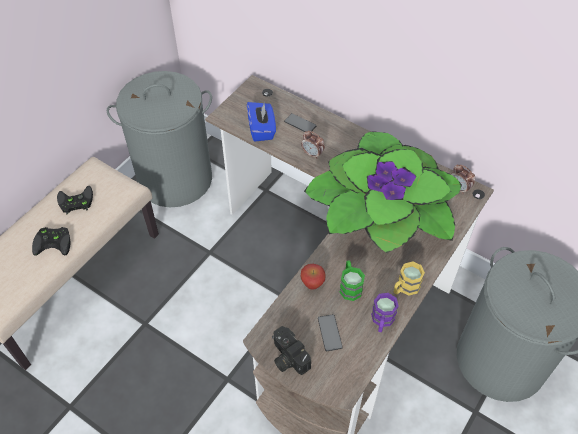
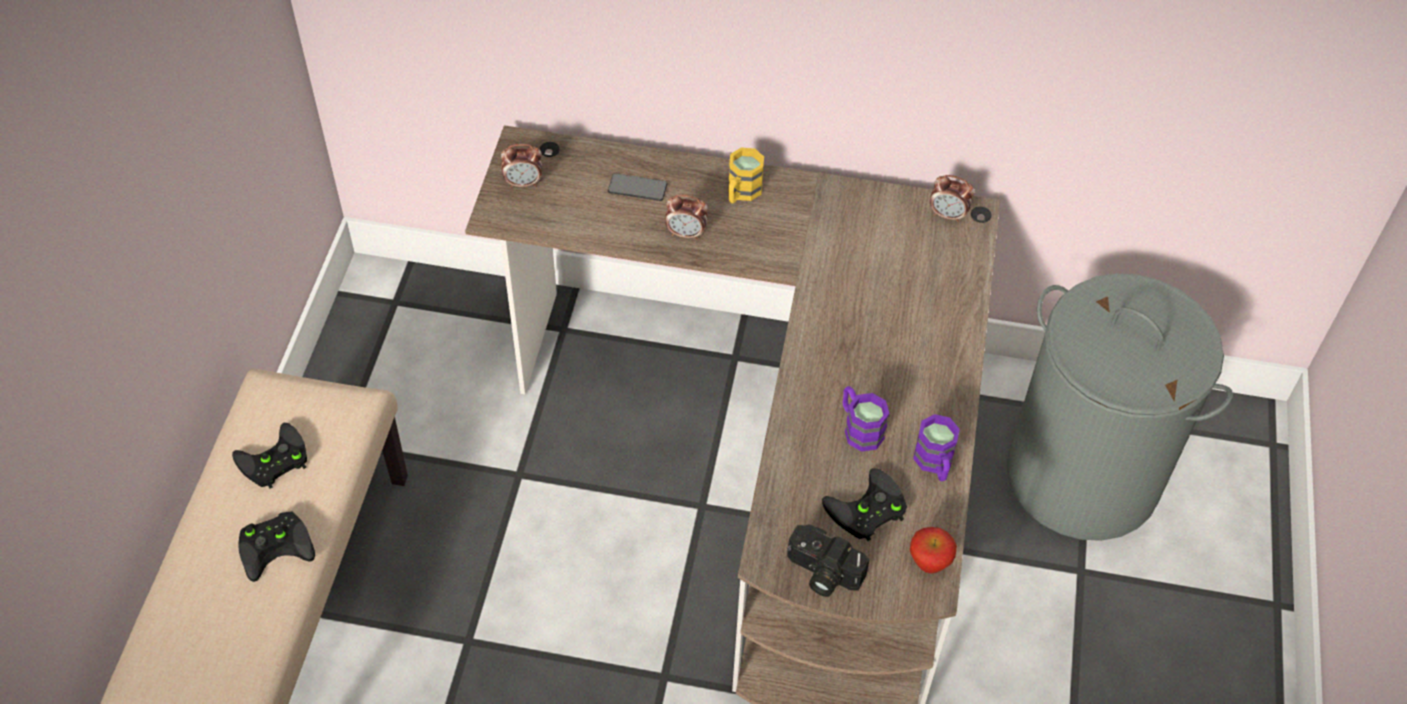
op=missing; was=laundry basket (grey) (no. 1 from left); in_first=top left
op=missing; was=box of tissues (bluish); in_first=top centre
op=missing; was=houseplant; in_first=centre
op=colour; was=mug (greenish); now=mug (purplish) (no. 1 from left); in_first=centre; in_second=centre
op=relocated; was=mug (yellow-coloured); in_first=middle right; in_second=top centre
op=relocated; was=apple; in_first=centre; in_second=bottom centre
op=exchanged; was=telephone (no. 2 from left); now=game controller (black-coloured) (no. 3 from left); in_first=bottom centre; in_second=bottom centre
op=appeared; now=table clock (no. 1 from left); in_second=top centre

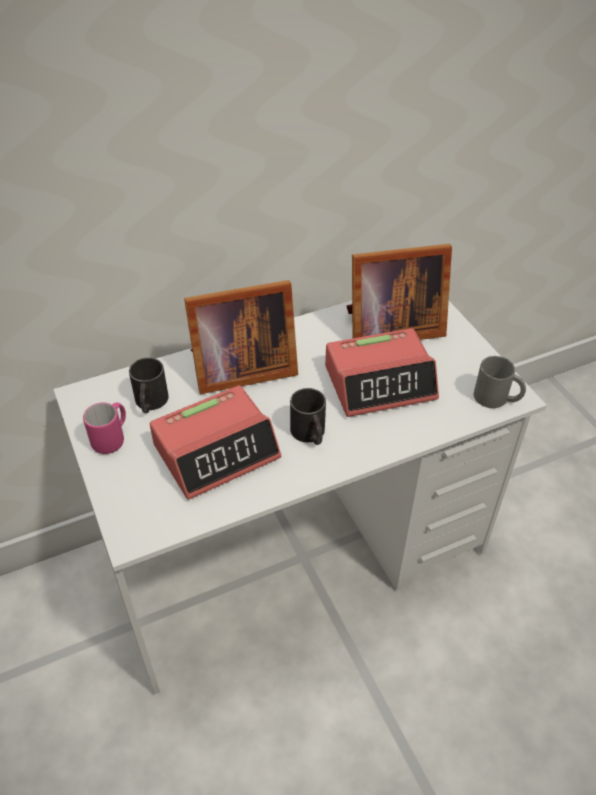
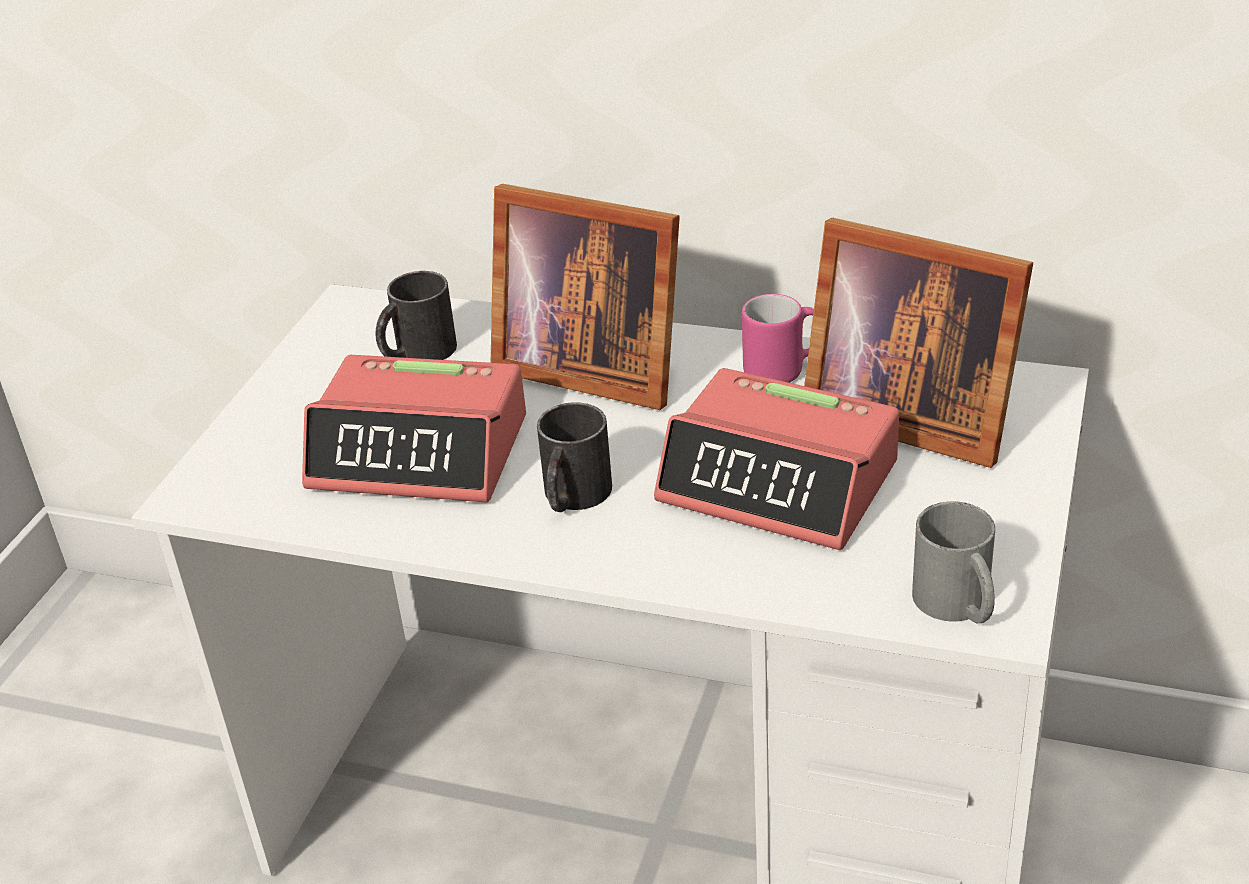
op=relocated; was=mug (pink); in_first=middle left; in_second=centre

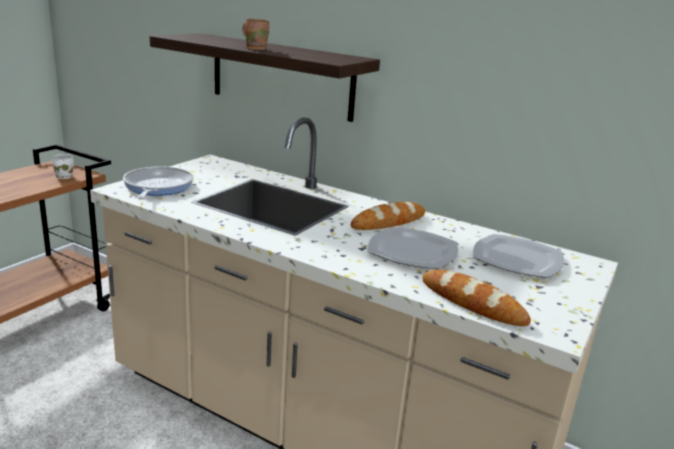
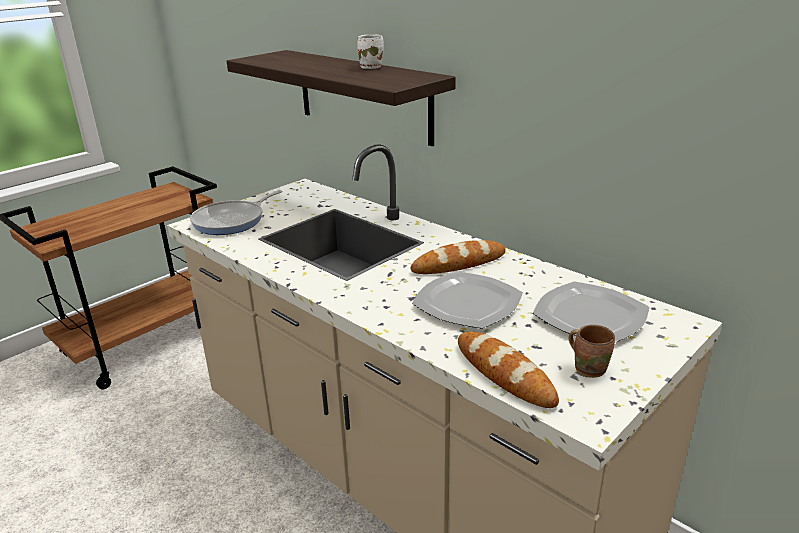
op=relocated; was=mug (brownish); in_first=top centre; in_second=middle right
op=relocated; was=mug (whitish); in_first=middle left; in_second=top centre
op=spun; was=frying pan; in_first=middle left; in_second=middle left; clockwise=-150

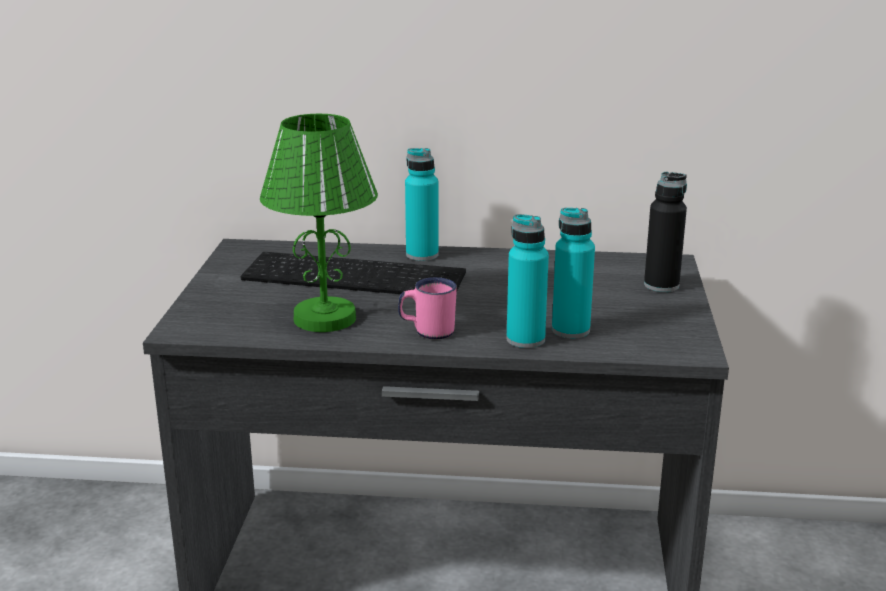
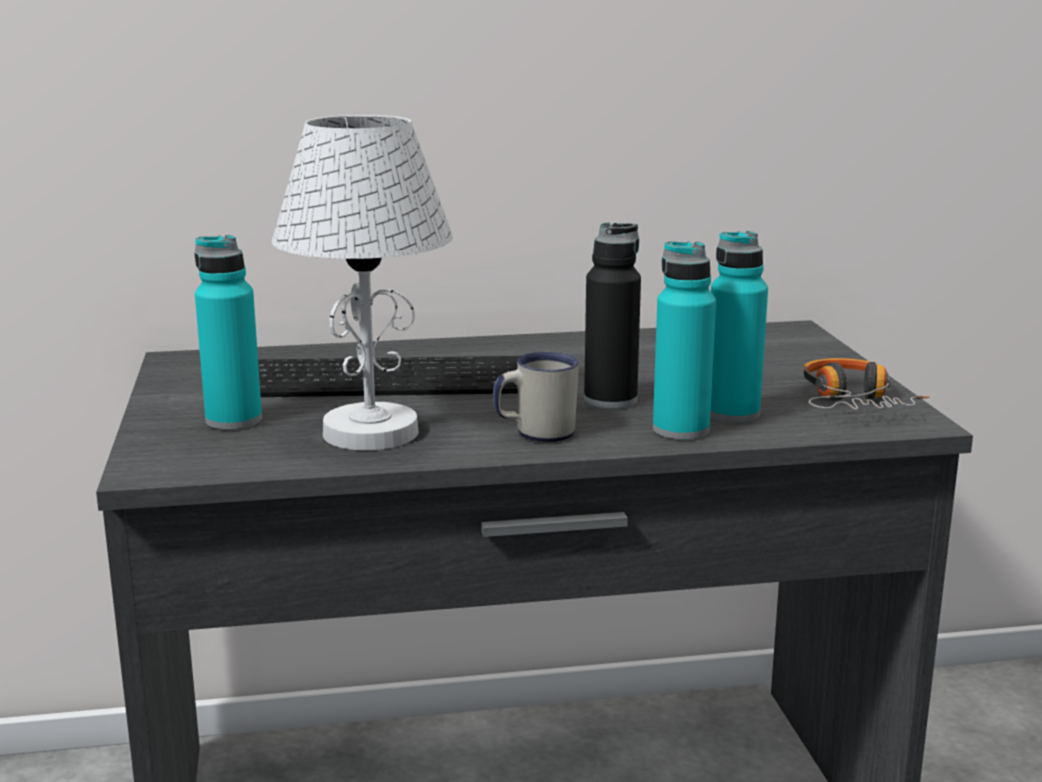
op=colour; was=lamp for a table (greenish); now=lamp for a table (whitish); in_first=centre; in_second=centre
op=relocated; was=beverage bottle (turquoise-coloured) (no. 1 from left); in_first=centre; in_second=middle left
op=relocated; was=beverage bottle (black-coloured); in_first=middle right; in_second=centre
op=colour; was=mug (pink); now=mug (whitish); in_first=centre; in_second=centre
op=appeared; now=headset; in_second=middle right

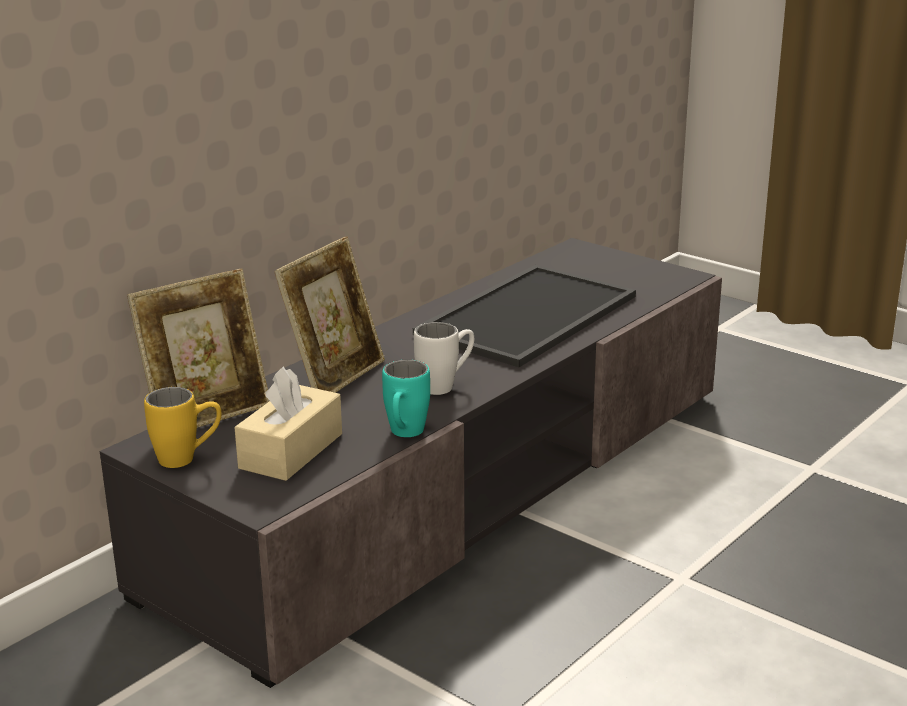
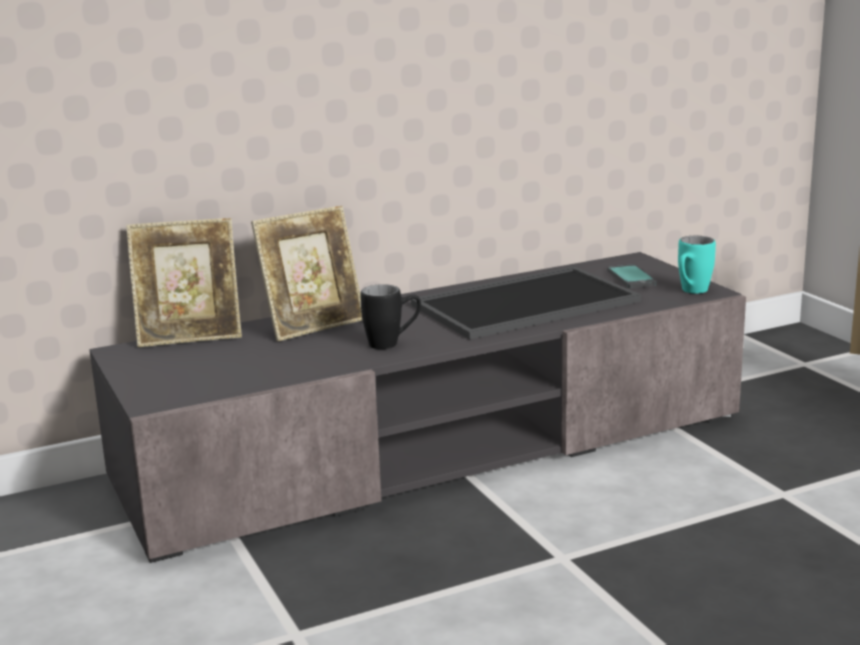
op=colour; was=mug (whitish); now=mug (black-coloured); in_first=centre; in_second=centre
op=relocated; was=mug (turquoise-coloured); in_first=centre; in_second=middle right
op=missing; was=box of tissues (beige); in_first=middle left
op=missing; was=mug (yellow-coloured); in_first=middle left
op=appeared; now=telephone; in_second=middle right

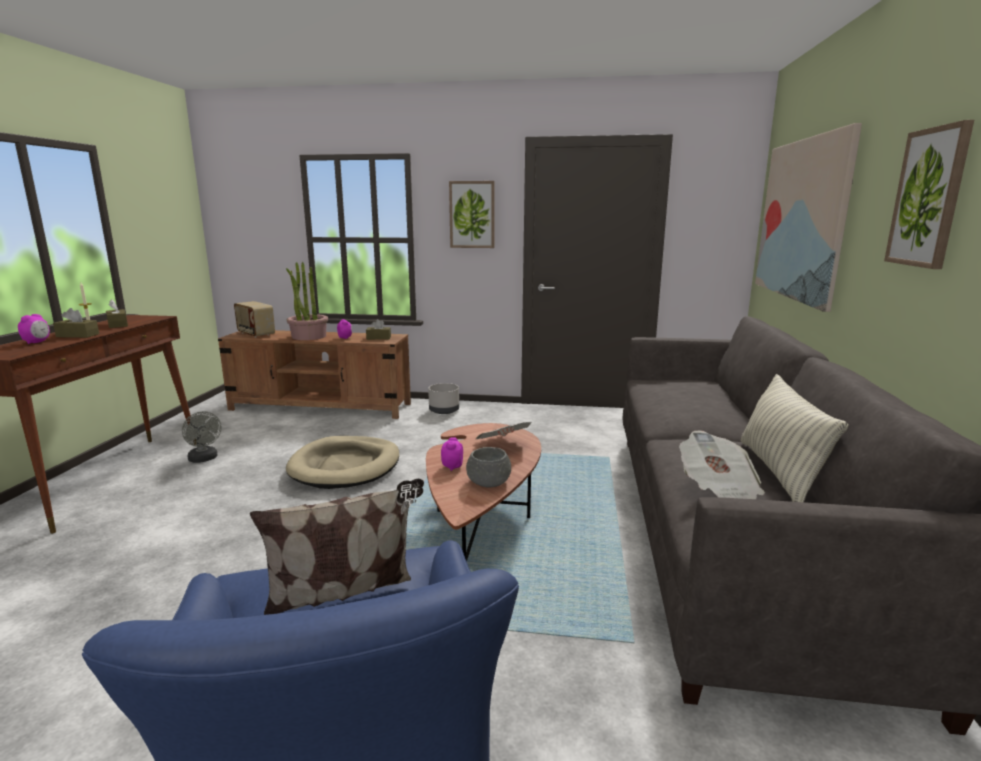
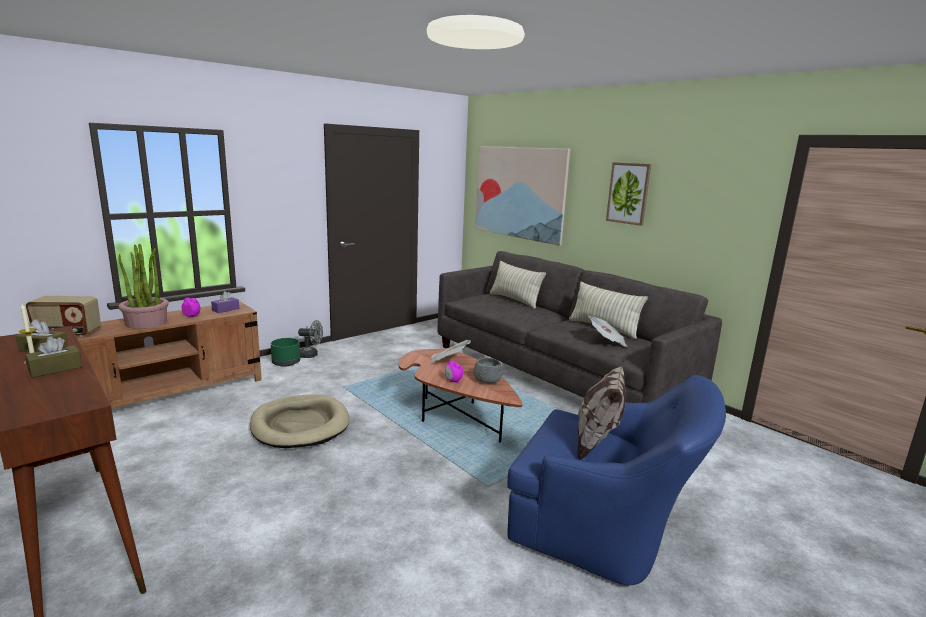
op=missing; was=wall picture (no. 1 from left); in_first=top centre
op=missing; was=table clock (no. 1 from left); in_first=middle left
op=colour; was=box of tissues (brownish) (no. 3 from left); now=box of tissues (purplish); in_first=centre; in_second=middle left
op=colour; was=flower pot (grey); now=flower pot (greenish); in_first=centre; in_second=middle left
op=relocated; was=cooling fan (grey); in_first=middle left; in_second=centre
op=appeared; now=pillow (no. 1 from left); in_second=centre

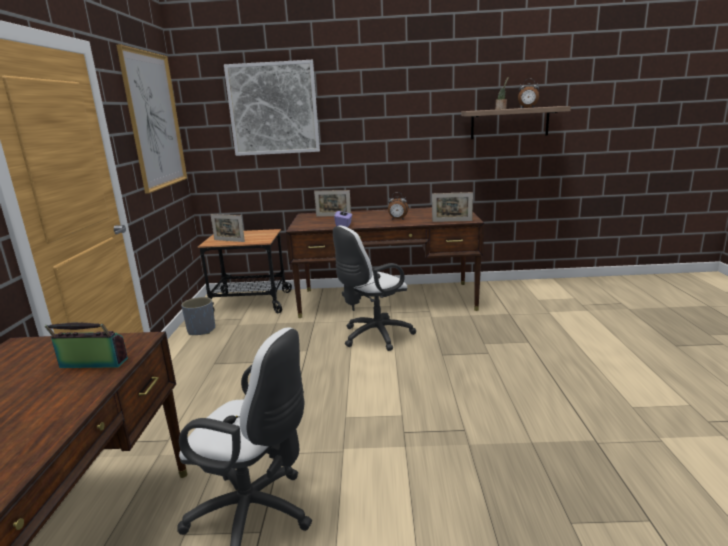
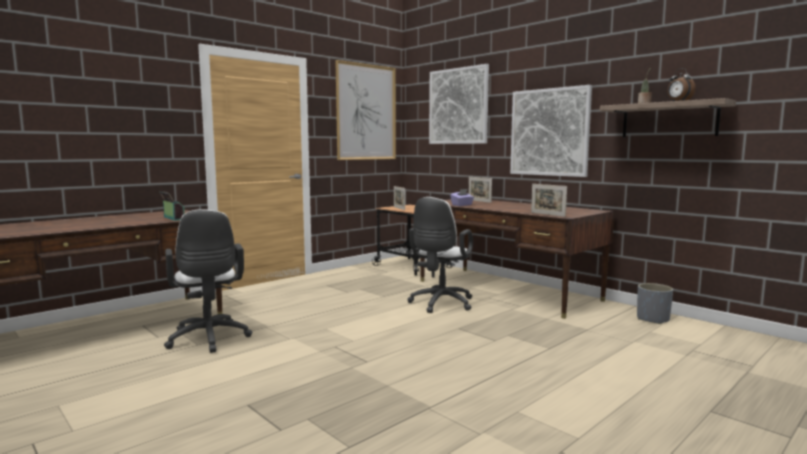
op=missing; was=table clock (no. 1 from left); in_first=centre
op=spun; was=desk chair (whitish) (no. 2 from left); in_first=centre; in_second=centre; clockwise=-75
op=relocated; was=flower pot (grey); in_first=middle left; in_second=bottom right
op=appeared; now=wall picture (no. 3 from left); in_second=top right

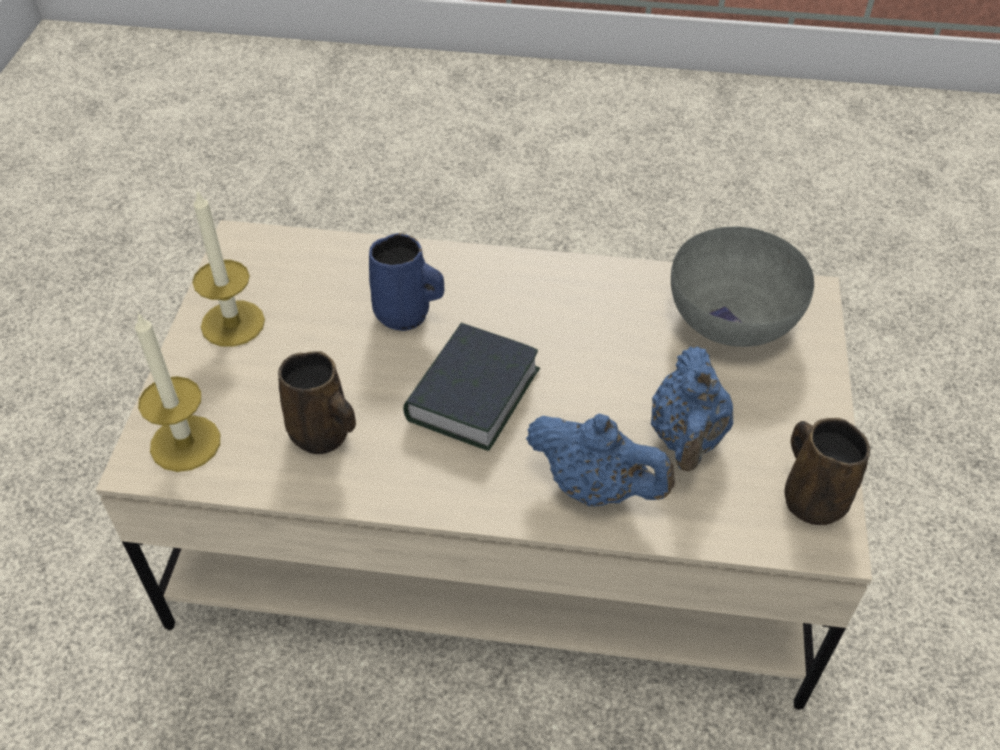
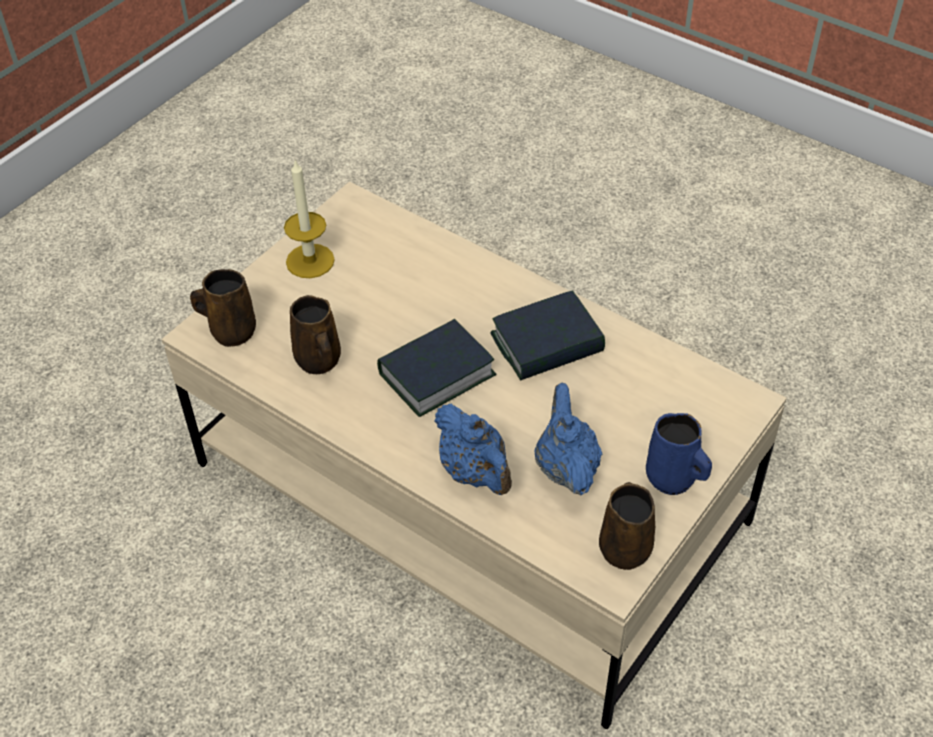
op=missing; was=serving bowl (grey); in_first=middle right
op=relocated; was=mug (bluish); in_first=centre; in_second=middle right
op=exchanged; was=wax light (no. 1 from left); now=mug (brownish) (no. 1 from left); in_first=middle left; in_second=middle left
op=spun; was=pot for tea (bluish) (no. 2 from left); in_first=middle right; in_second=centre; clockwise=135
op=appeared; now=bound book (no. 2 from left); in_second=centre

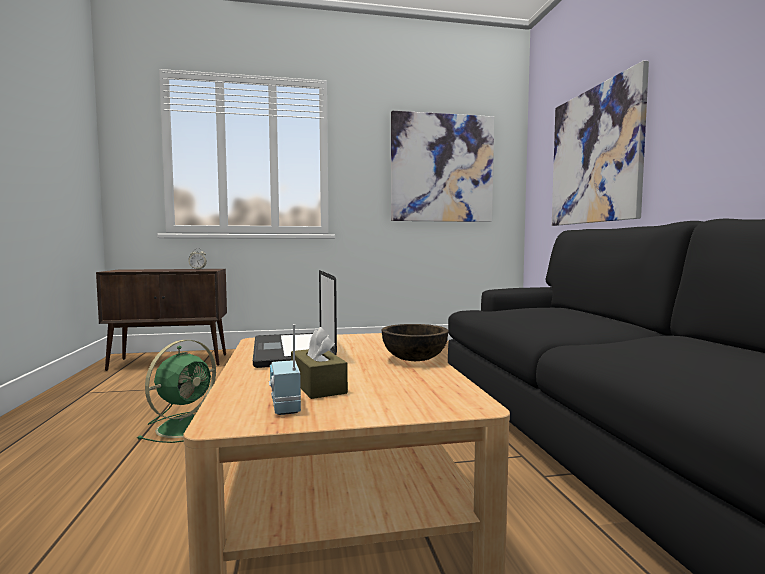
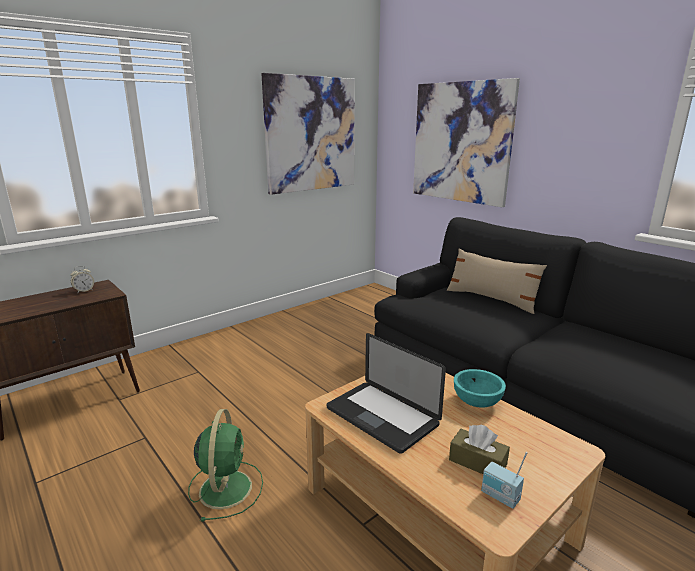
op=colour; was=serving bowl (brownish); now=serving bowl (turquoise-coloured); in_first=centre; in_second=bottom right
op=appeared; now=pillow (beige); in_second=middle right

